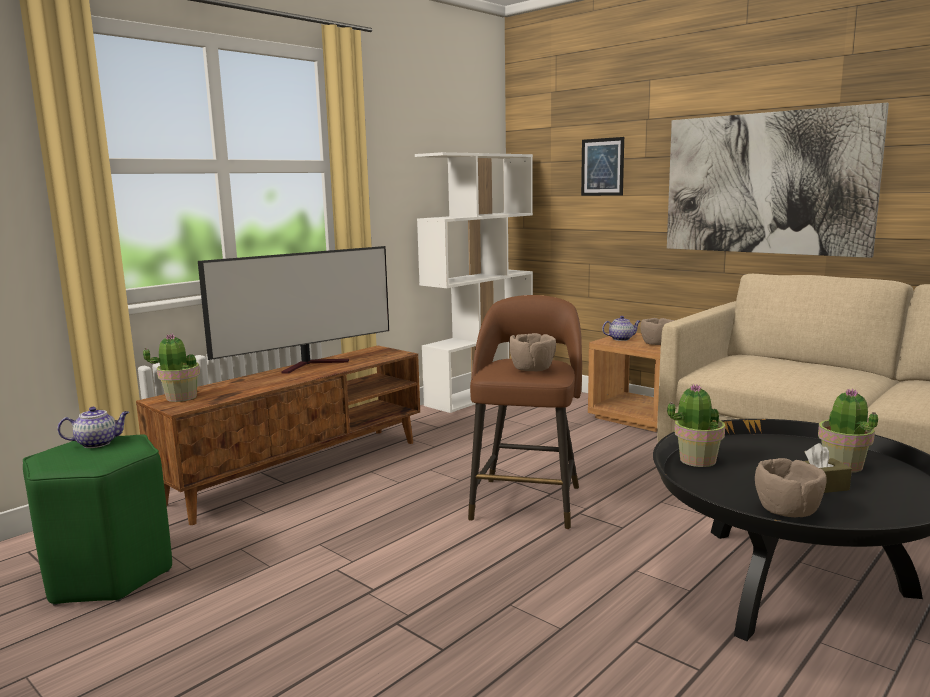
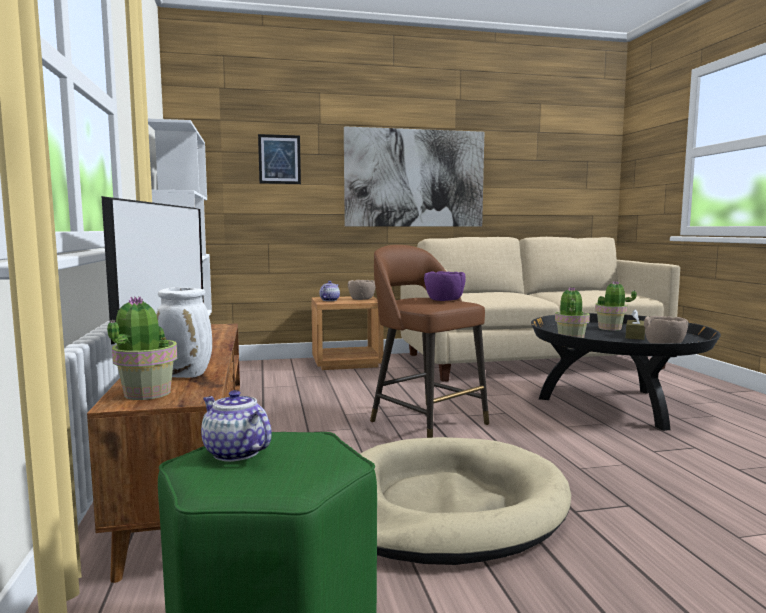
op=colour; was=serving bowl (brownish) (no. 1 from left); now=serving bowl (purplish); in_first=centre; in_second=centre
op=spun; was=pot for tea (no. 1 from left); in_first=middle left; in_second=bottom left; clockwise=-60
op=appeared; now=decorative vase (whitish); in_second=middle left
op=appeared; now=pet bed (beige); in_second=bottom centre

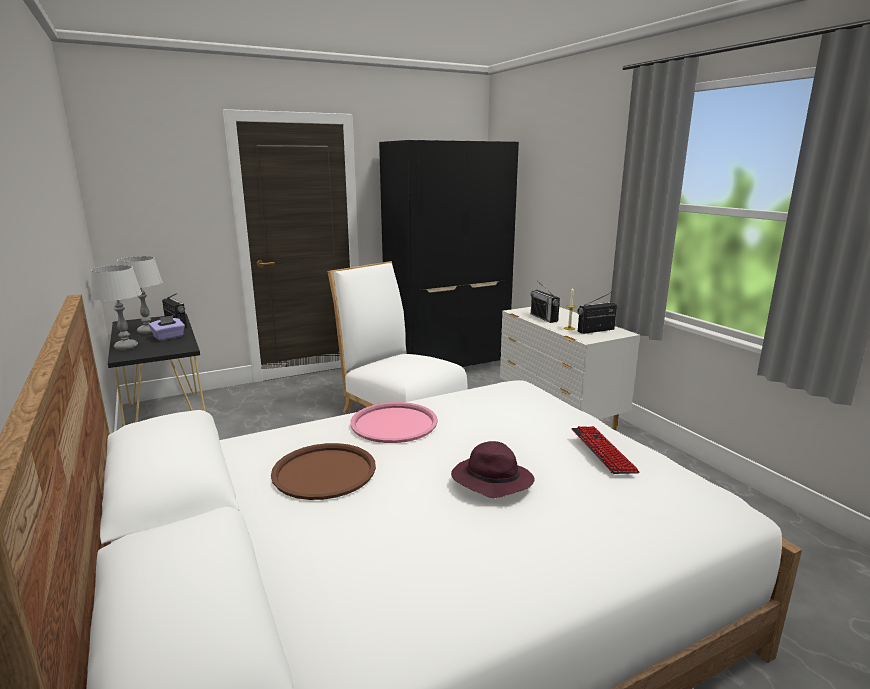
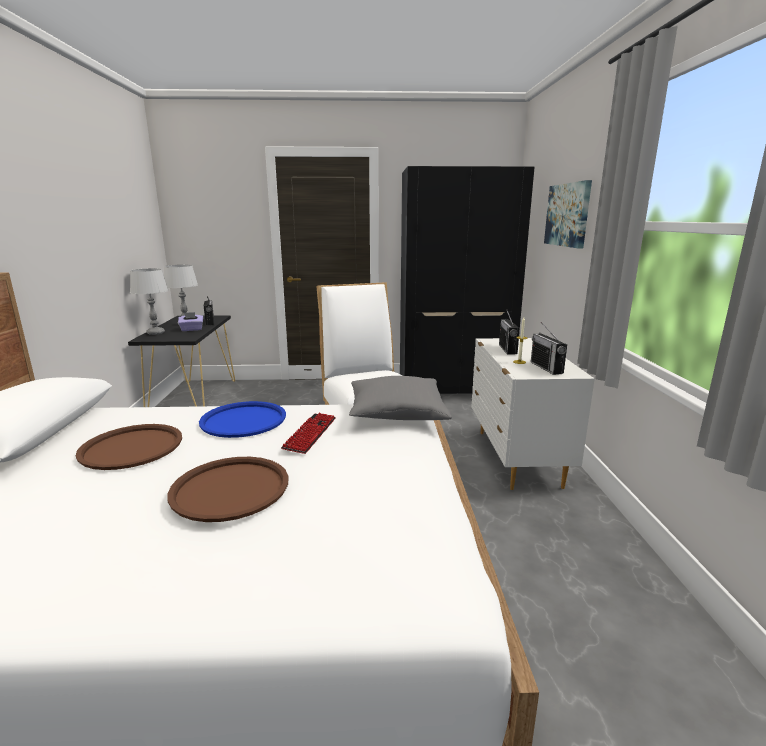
op=spun; was=radio set (no. 3 from left); in_first=middle right; in_second=middle right; clockwise=-105
op=colour; was=tray (pink); now=tray (bluish); in_first=centre; in_second=middle left
op=relocated; was=PC keyboard; in_first=middle right; in_second=centre
op=exchanged; was=hat (purplish); now=tray (brownish) (no. 2 from left); in_first=bottom centre; in_second=middle left
op=appeared; now=wall picture; in_second=top right
op=appeared; now=pillow (grey); in_second=centre

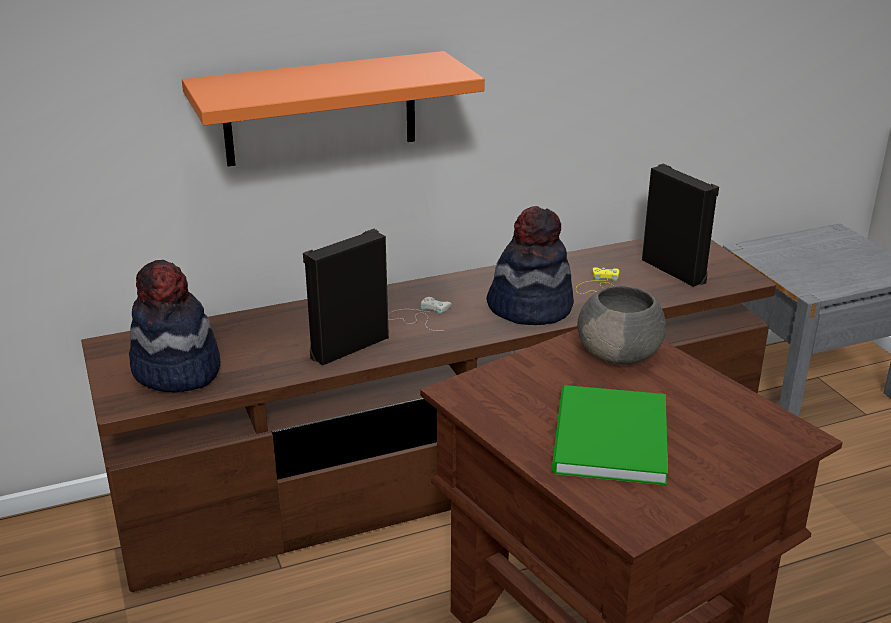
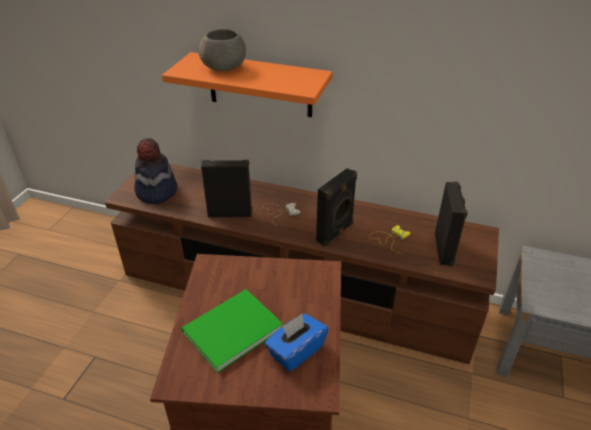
op=exchanged; was=hat (no. 2 from left); now=audio speaker (black-coloured) (no. 2 from left); in_first=centre; in_second=centre
op=relocated; was=serving bowl (grey); in_first=middle right; in_second=top centre
op=appeared; now=box of tissues (bluish); in_second=bottom centre

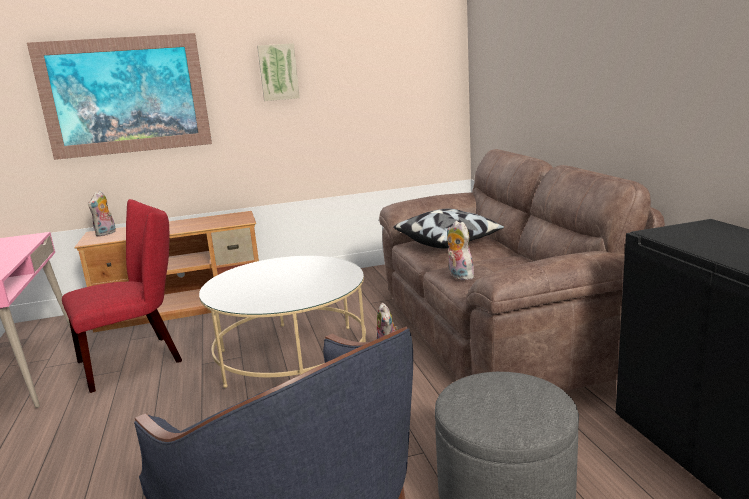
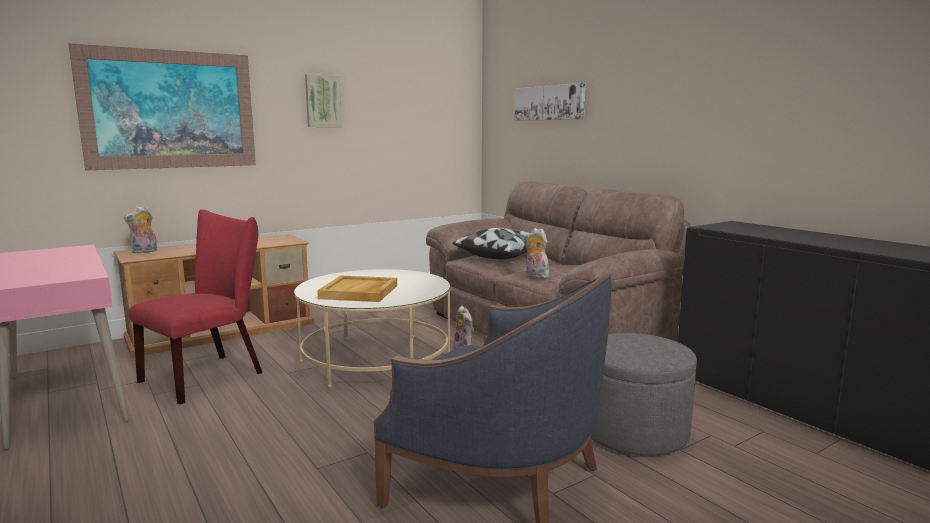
op=spun; was=cuddly toy (no. 1 from left); in_first=middle left; in_second=middle left; clockwise=45
op=appeared; now=wall picture (no. 3 from left); in_second=top centre
op=appeared; now=tray (beige); in_second=centre

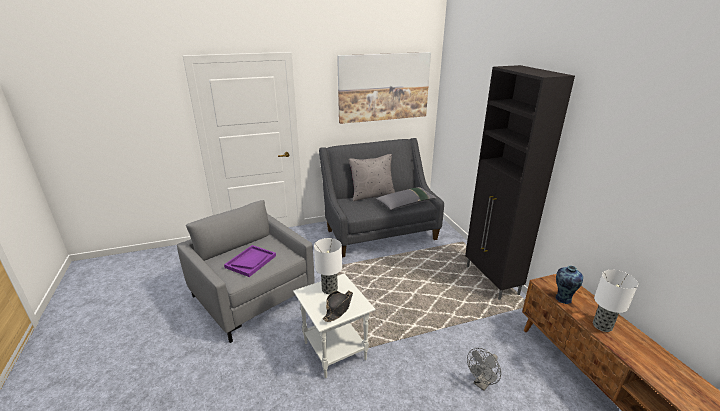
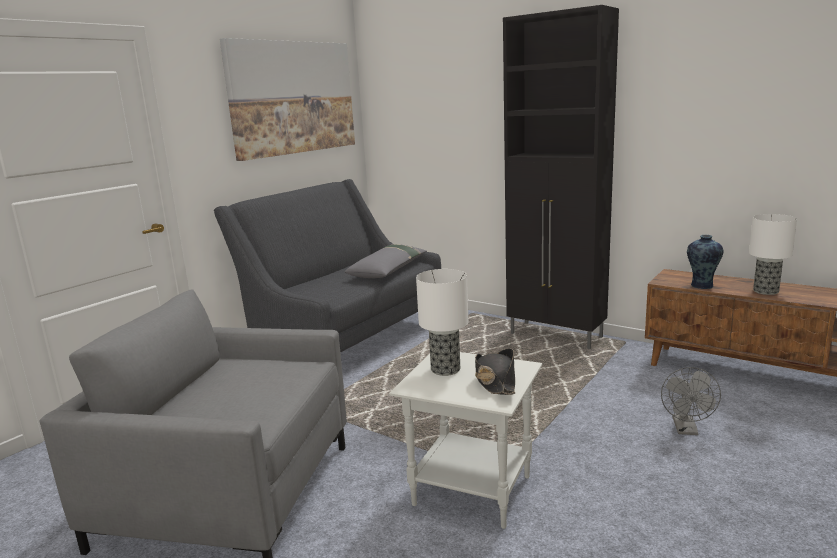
op=missing; was=pillow (grey) (no. 1 from left); in_first=centre
op=missing; was=tray (purplish); in_first=centre

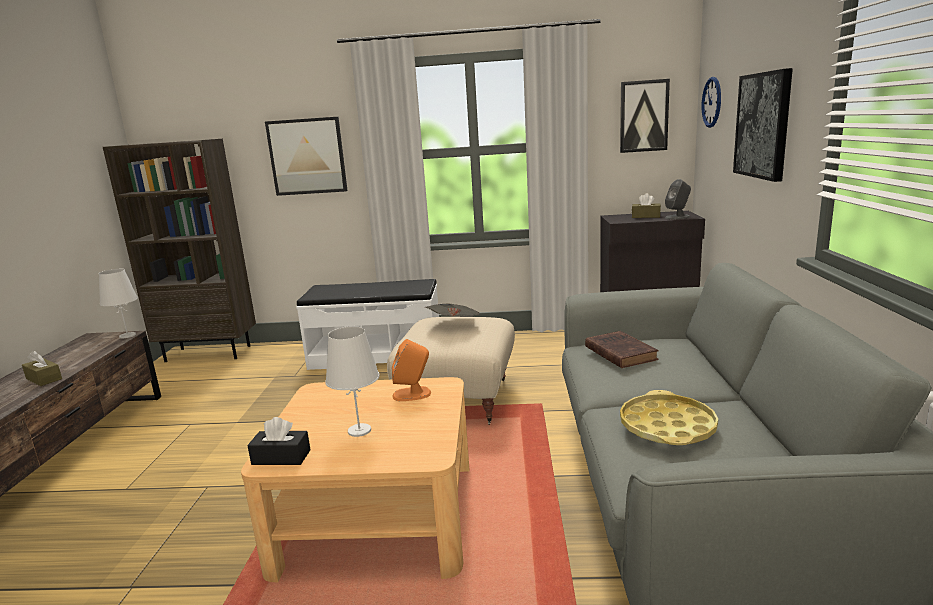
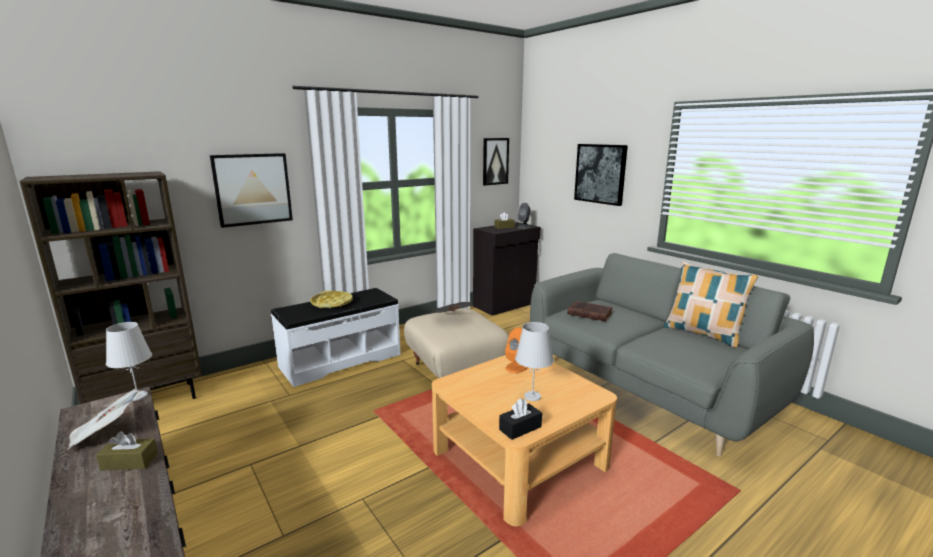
op=missing; was=wall clock; in_first=top right
op=relocated; was=tray (yellow-coloured); in_first=bottom right; in_second=centre
op=appeared; now=pillow; in_second=middle right
op=appeared; now=printed paper (no. 1 from left); in_second=bottom left

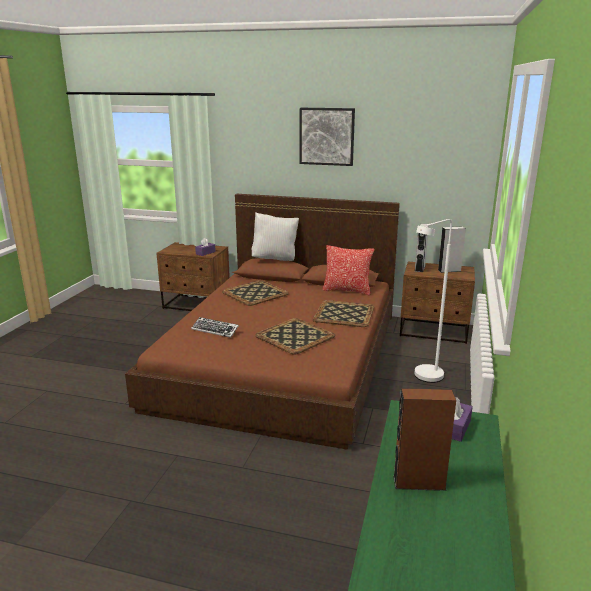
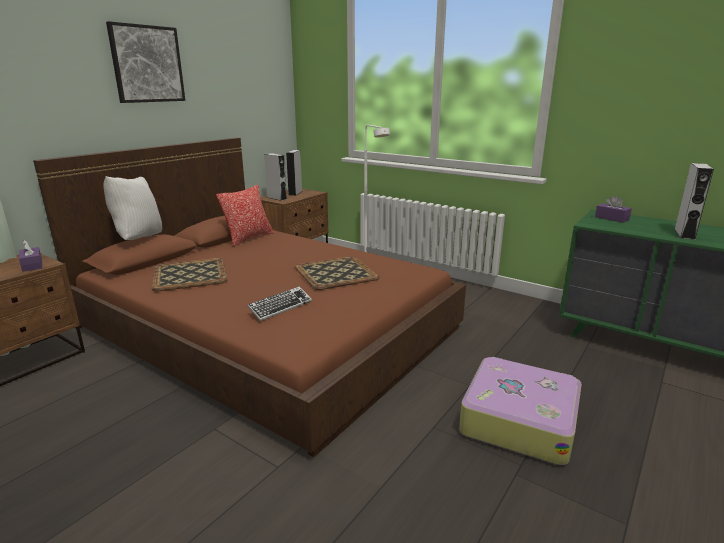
op=missing; was=tray (no. 3 from left); in_first=centre
op=colour; was=audio speaker (brownish); now=audio speaker (grey) (no. 3 from left); in_first=bottom right; in_second=middle right
op=appeared; now=suitcase; in_second=bottom right

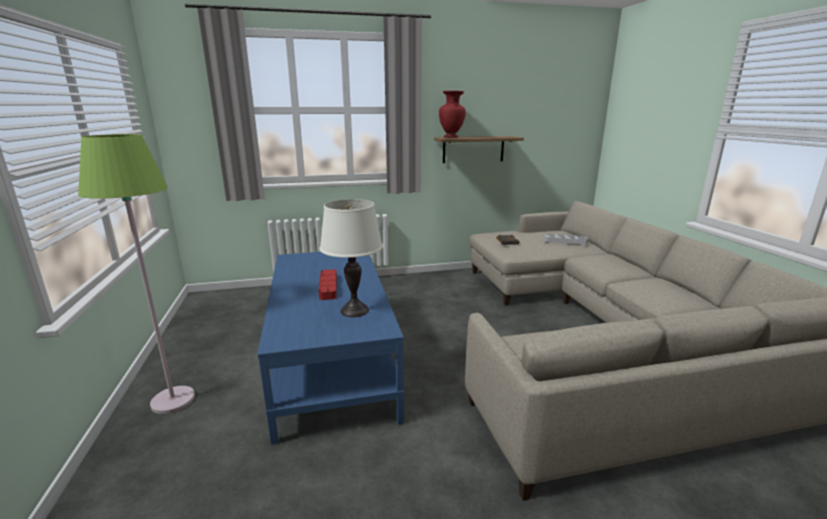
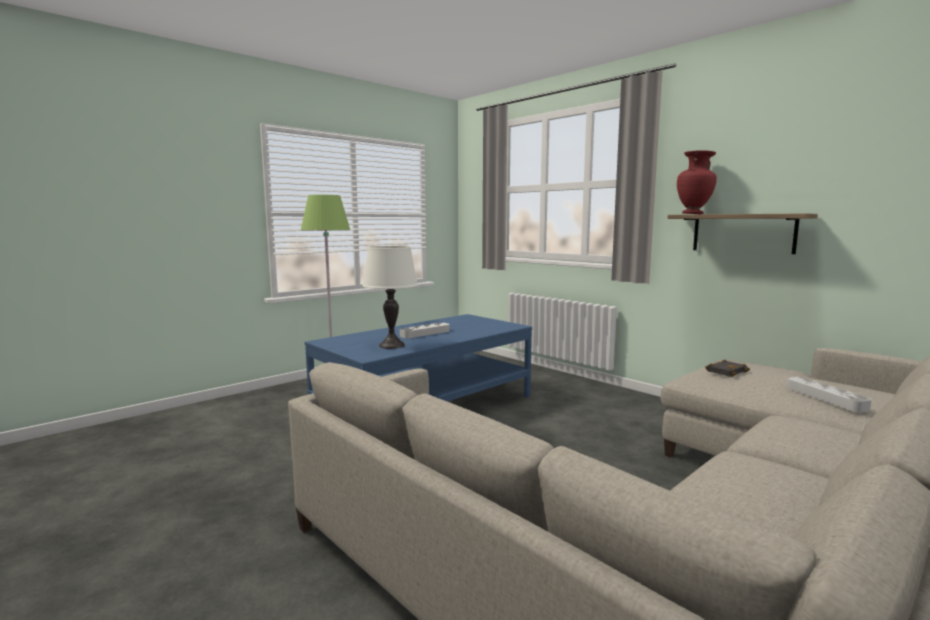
op=colour; was=tray (reddish); now=tray (grey) (no. 1 from left); in_first=centre; in_second=centre

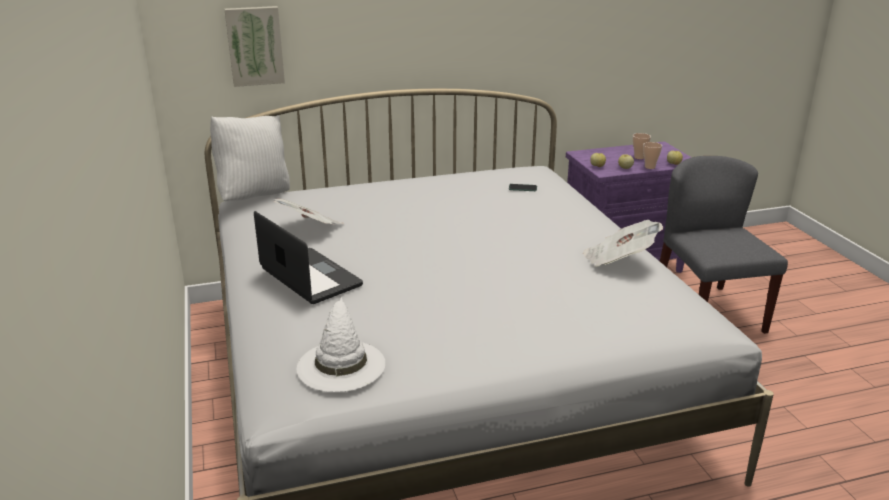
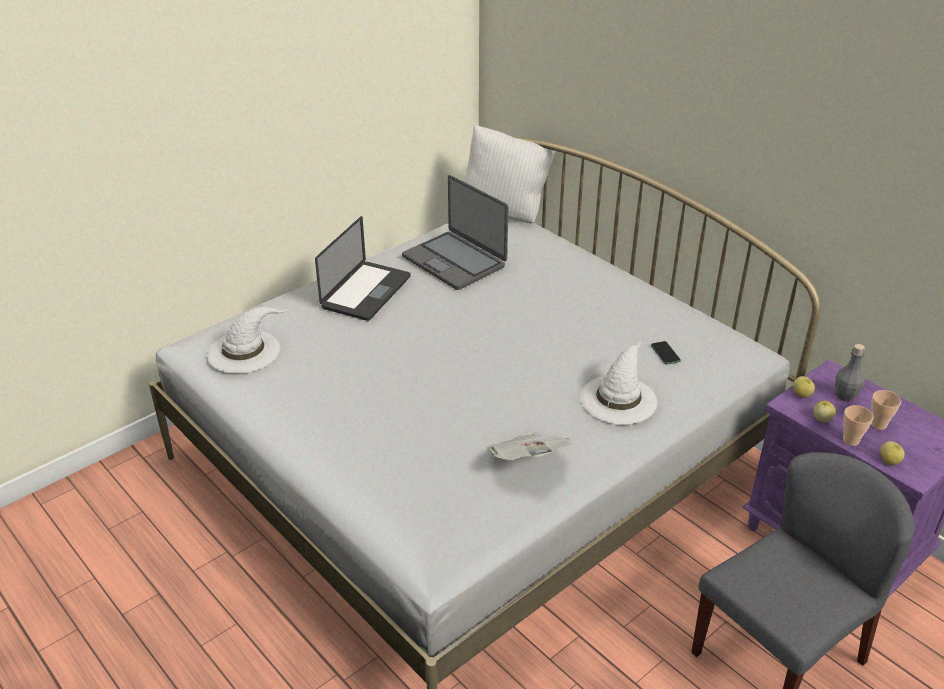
op=missing; was=wall picture; in_first=top left
op=exchanged; was=printed paper (no. 1 from left); now=laptop (no. 2 from left); in_first=centre; in_second=centre
op=appeared; now=hat (whitish) (no. 2 from left); in_second=centre
op=appeared; now=beverage bottle (grey); in_second=middle right

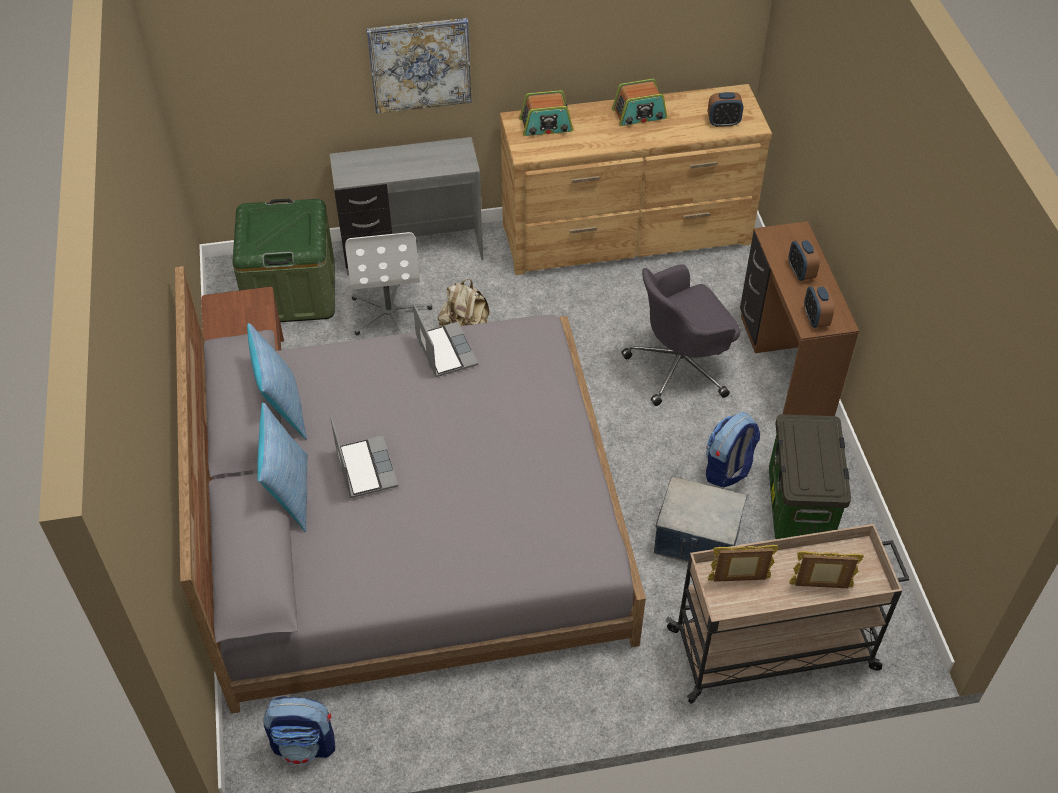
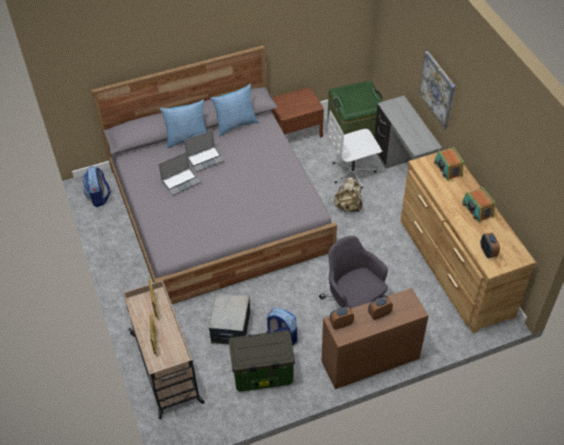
op=relocated; was=laptop (no. 2 from left in the first image); now=laptop (no. 1 from left); in_first=centre; in_second=middle left

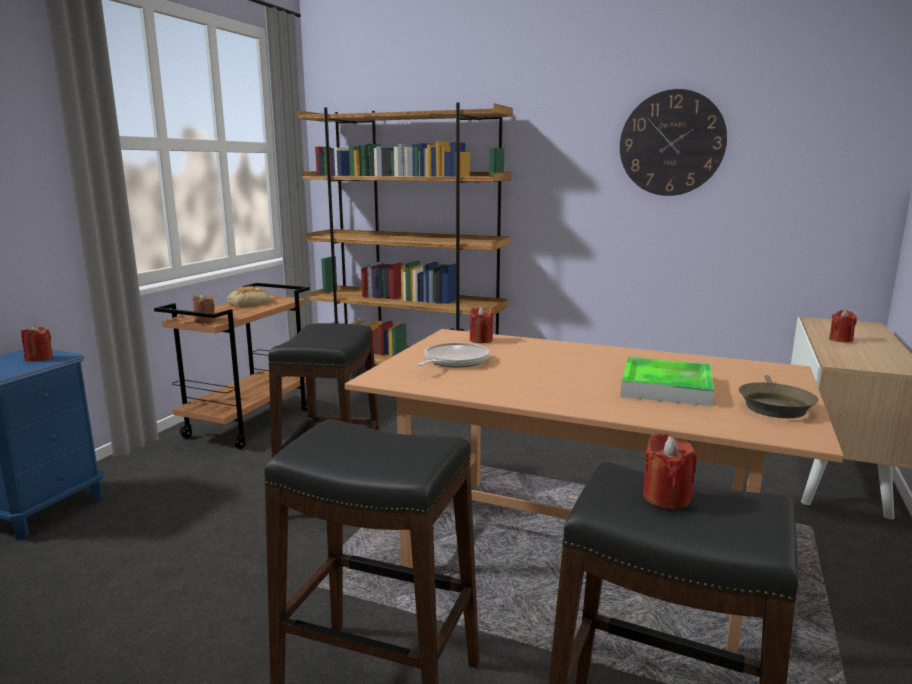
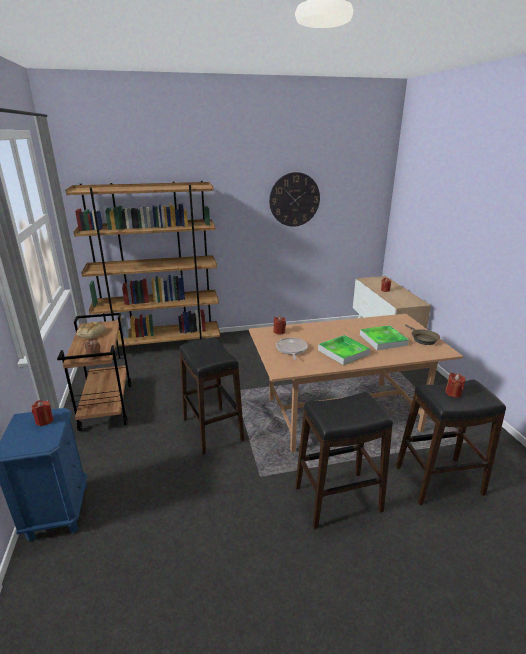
op=appeared; now=tray (no. 1 from left); in_second=centre

